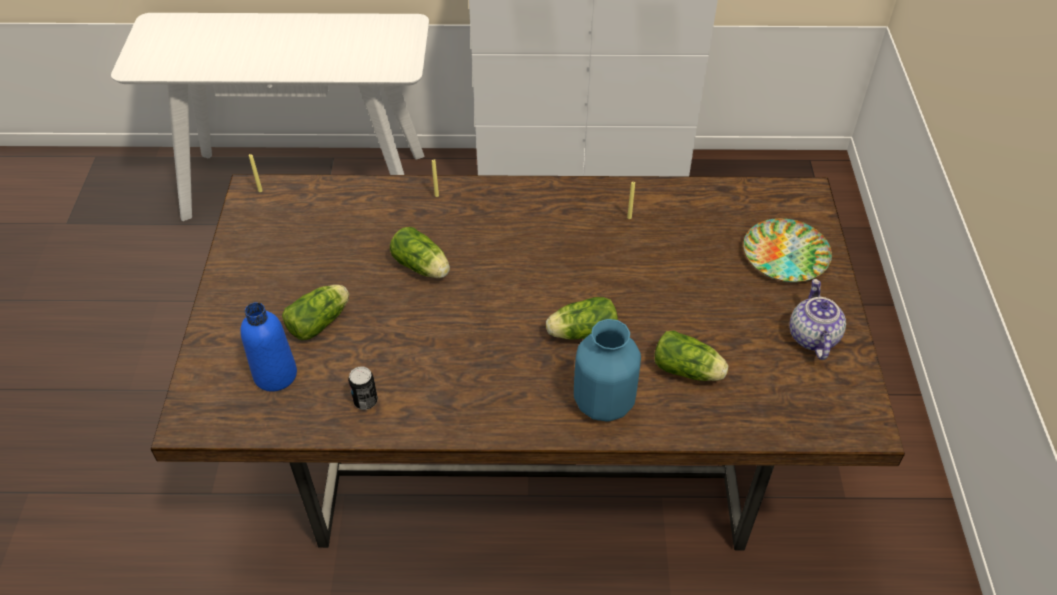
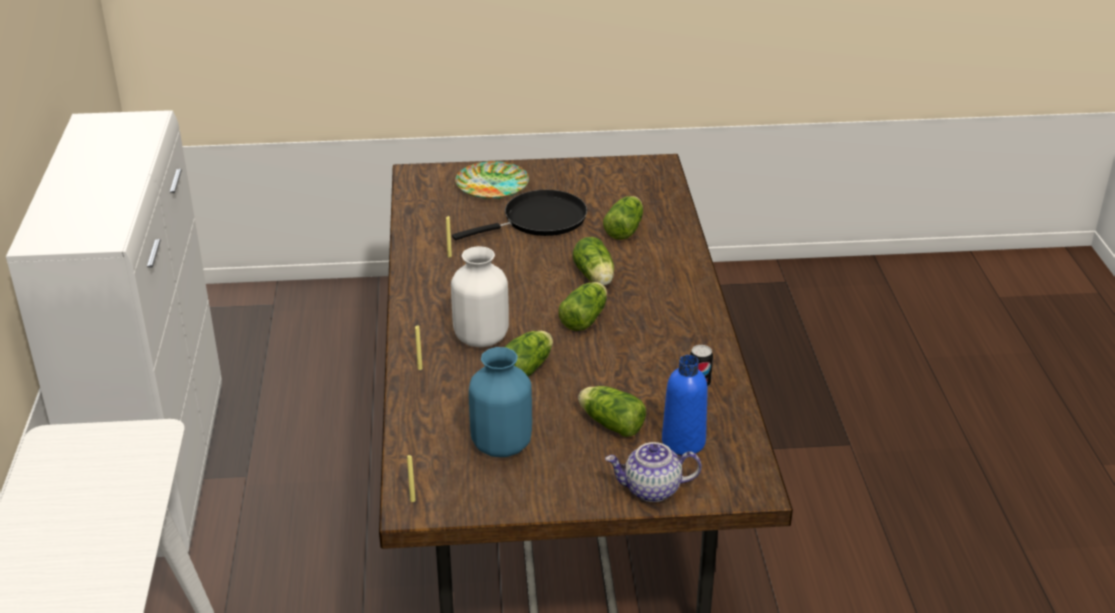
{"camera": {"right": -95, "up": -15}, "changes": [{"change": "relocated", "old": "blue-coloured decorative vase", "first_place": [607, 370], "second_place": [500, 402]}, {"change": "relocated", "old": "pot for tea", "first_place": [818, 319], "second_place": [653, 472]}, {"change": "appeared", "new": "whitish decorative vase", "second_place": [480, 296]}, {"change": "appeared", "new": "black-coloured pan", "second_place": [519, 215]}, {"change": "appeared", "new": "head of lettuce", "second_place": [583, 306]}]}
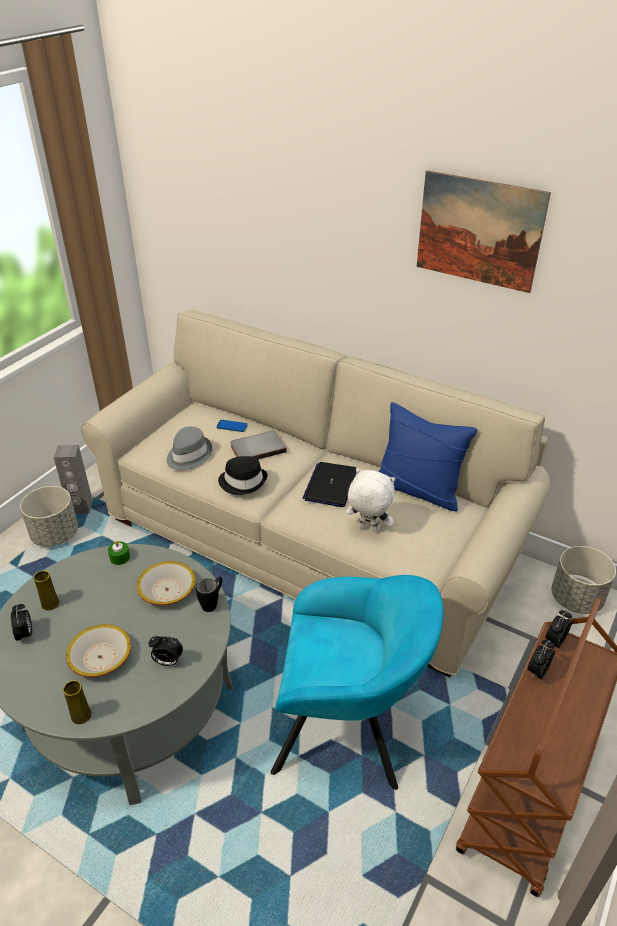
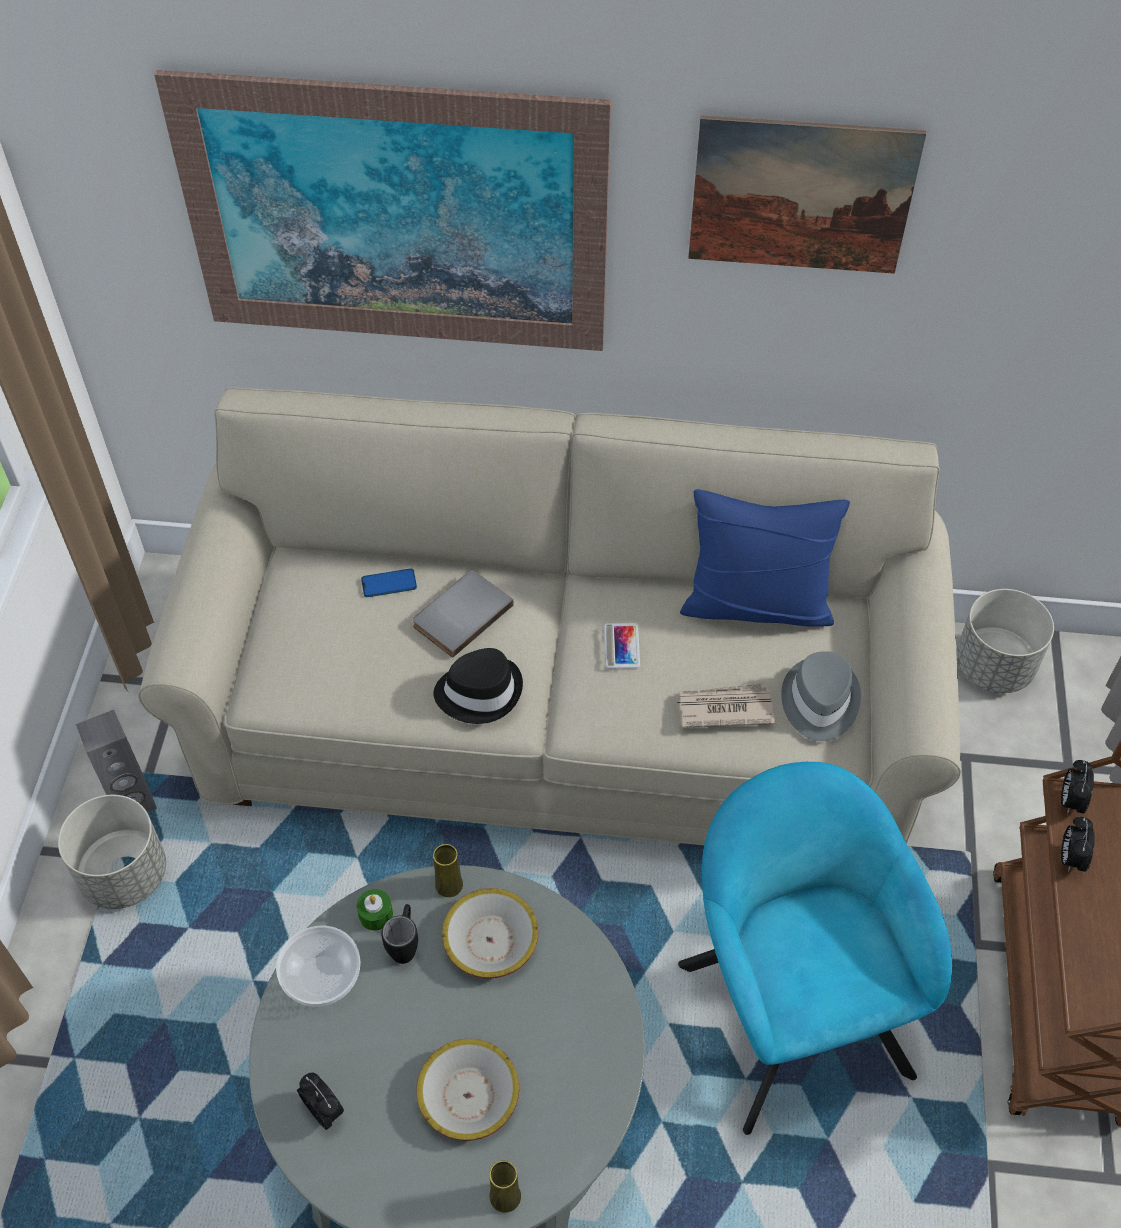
{"camera": {"right": -25, "up": 15}, "changes": [{"change": "relocated", "old": "yellow-coloured decorative vase", "first_place": [47, 590], "second_place": [448, 870]}, {"change": "missing", "old": "alarm clock", "first_place": [166, 650]}, {"change": "relocated", "old": "gray wearable hat", "first_place": [189, 448], "second_place": [821, 696]}, {"change": "relocated", "old": "black-coloured coffee mug", "first_place": [209, 594], "second_place": [399, 934]}, {"change": "spun", "old": "blue-green easy chair", "first_place": [357, 682], "second_place": [815, 948], "degrees": -90}, {"change": "exchanged", "old": "portable computer", "new": "telephone", "first_place": [330, 484], "second_place": [622, 646]}, {"change": "exchanged", "old": "whitish plush toy", "new": "daily paper", "first_place": [370, 500], "second_place": [725, 705]}, {"change": "appeared", "new": "picture", "second_place": [382, 210]}, {"change": "appeared", "new": "serving bowl", "second_place": [318, 966]}]}
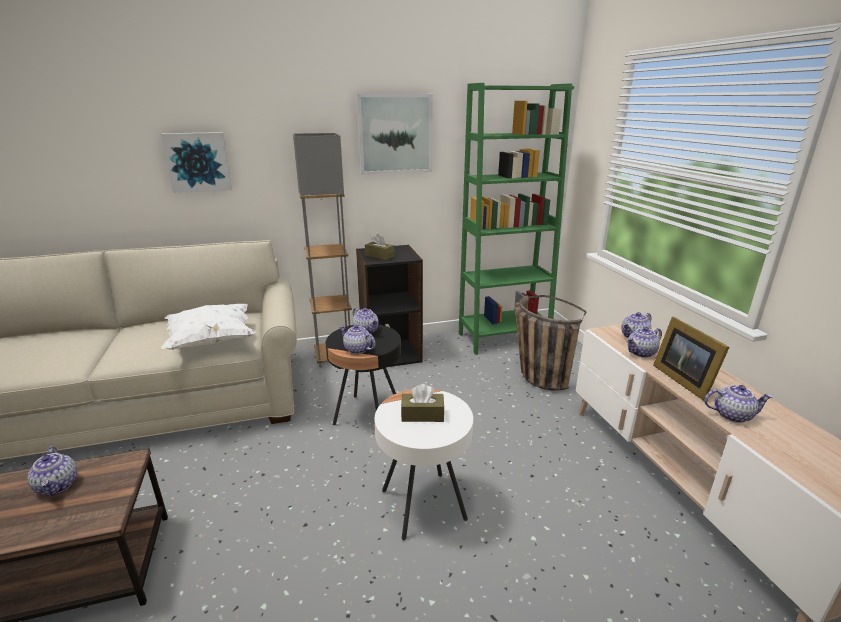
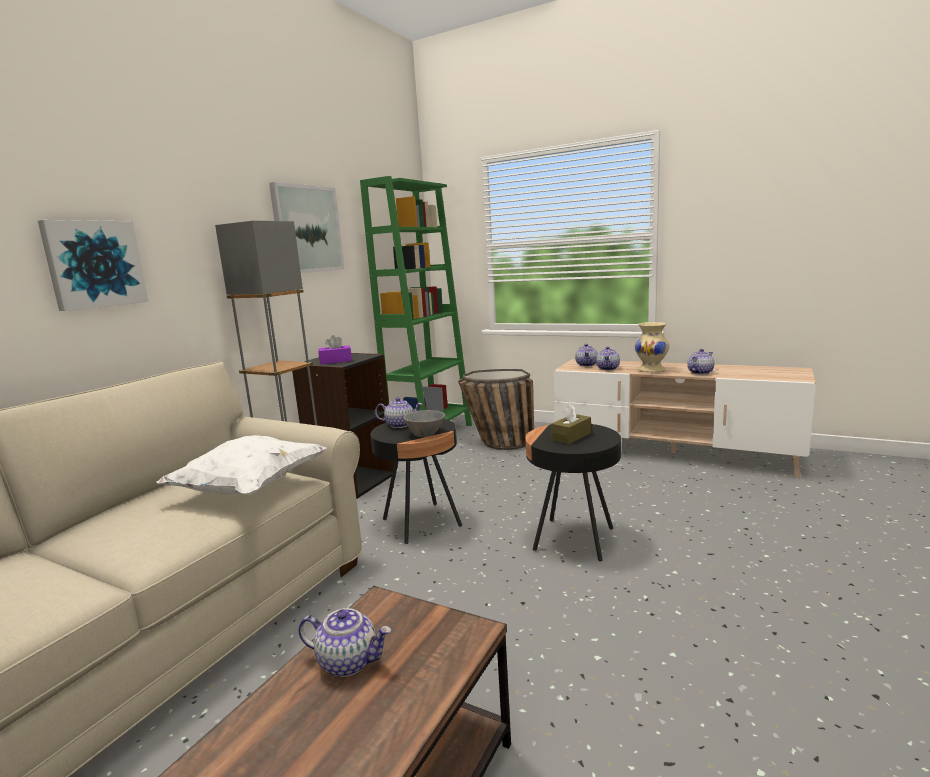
{"camera": {"right": -45, "up": -10}, "changes": [{"change": "exchanged", "old": "pot for tea", "new": "gray serving bowl", "first_place": [357, 339], "second_place": [424, 423]}, {"change": "colour", "old": "brownish tissue holder", "new": "purple-coloured tissue holder", "first_place": [380, 247], "second_place": [335, 349]}, {"change": "colour", "old": "whitish end table", "new": "black-coloured end table", "first_place": [423, 464], "second_place": [573, 492]}, {"change": "exchanged", "old": "picture frame", "new": "beige-coloured decorative vase", "first_place": [691, 359], "second_place": [652, 347]}]}
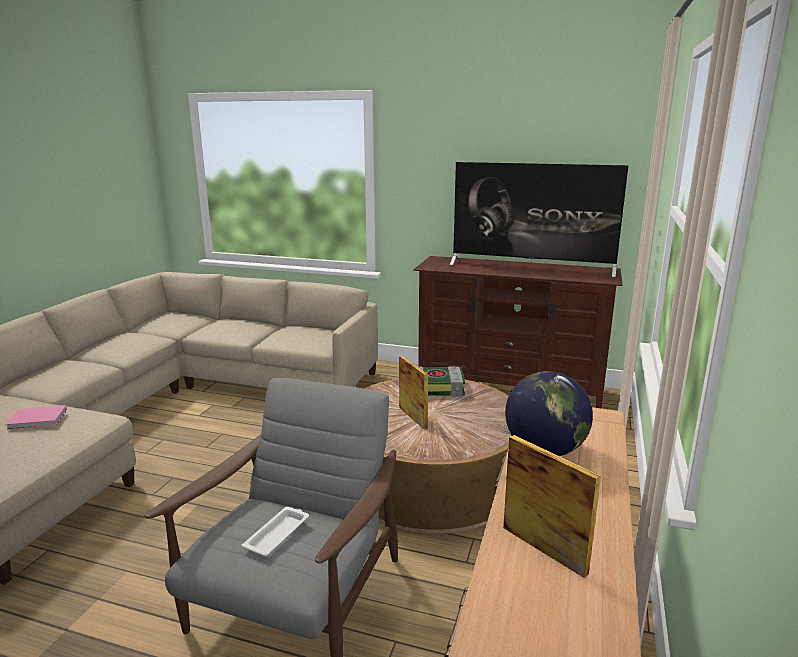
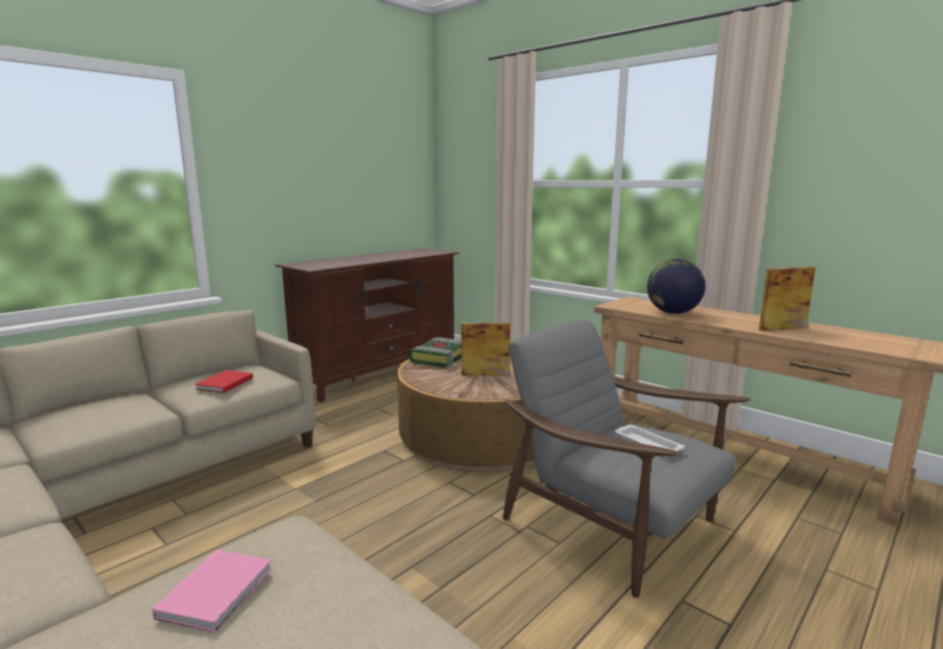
{"camera": {"right": -65, "up": -5}, "changes": [{"change": "missing", "old": "TV set", "first_place": [539, 219]}, {"change": "appeared", "new": "red bound book", "second_place": [224, 381]}]}
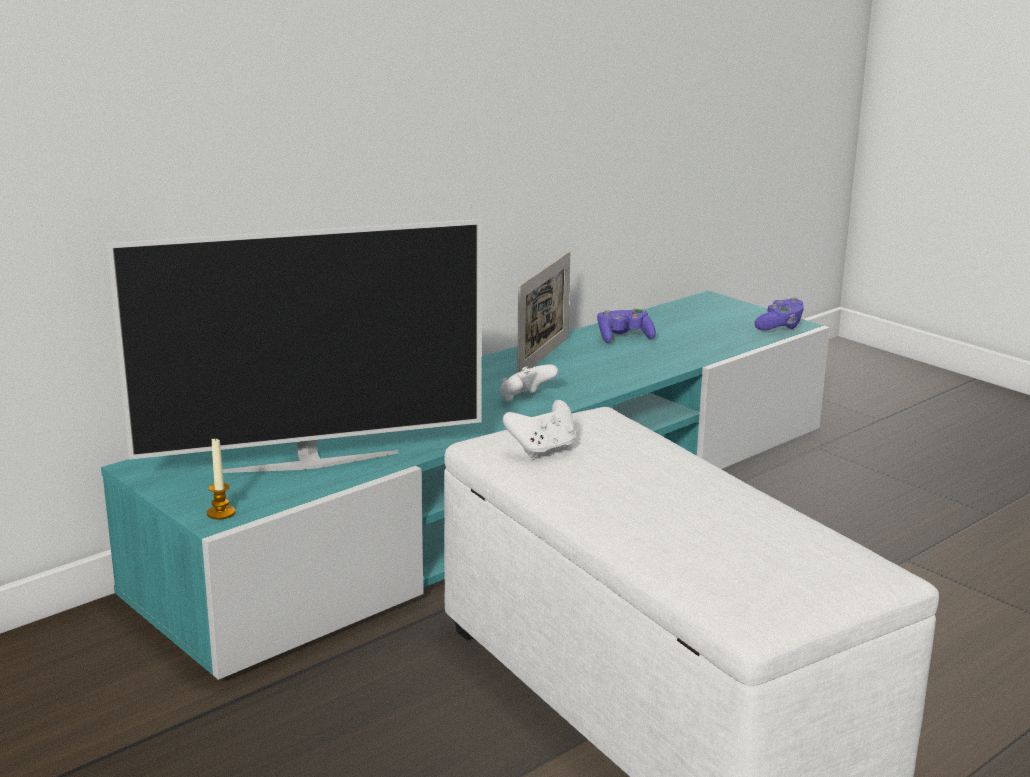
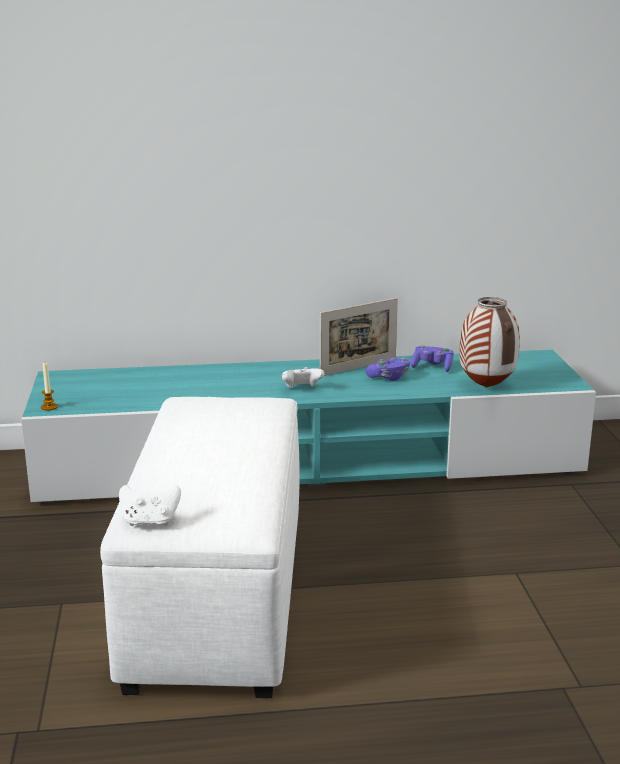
{"camera": {"right": 35, "up": 0}, "changes": [{"change": "missing", "old": "TV set", "first_place": [294, 346]}, {"change": "relocated", "old": "whitish joypad", "first_place": [539, 429], "second_place": [150, 505]}, {"change": "relocated", "old": "purple-coloured joypad", "first_place": [779, 314], "second_place": [388, 369]}, {"change": "appeared", "new": "decorative vase", "second_place": [489, 342]}]}
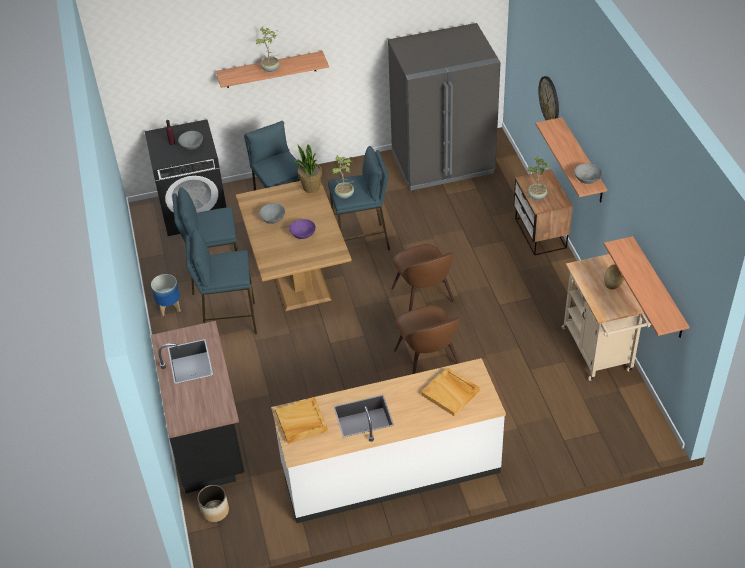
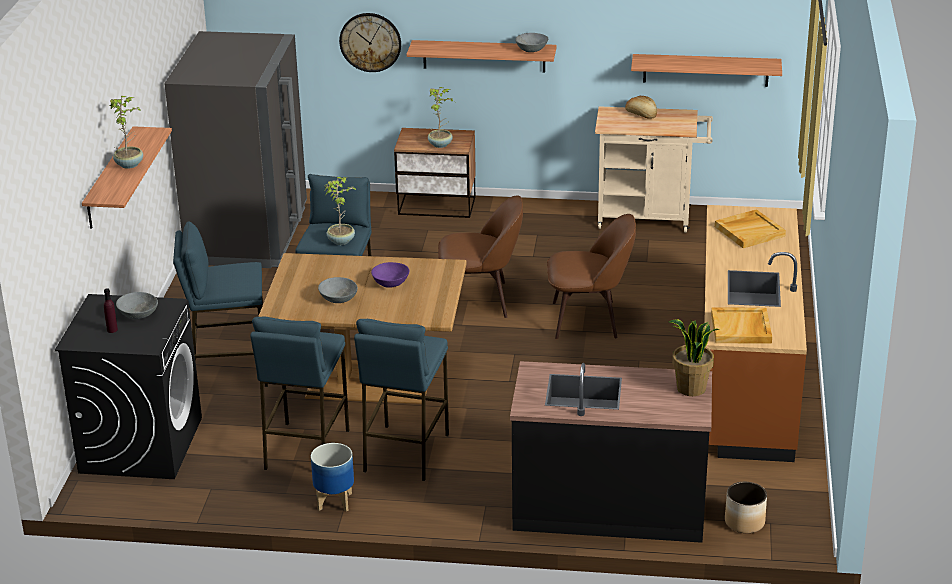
{"camera": {"right": -70, "up": -15}, "changes": [{"change": "colour", "old": "whitish kitchen counter", "new": "brownish kitchen counter", "first_place": [388, 440], "second_place": [755, 333]}, {"change": "relocated", "old": "potted plant", "first_place": [307, 169], "second_place": [694, 357]}]}
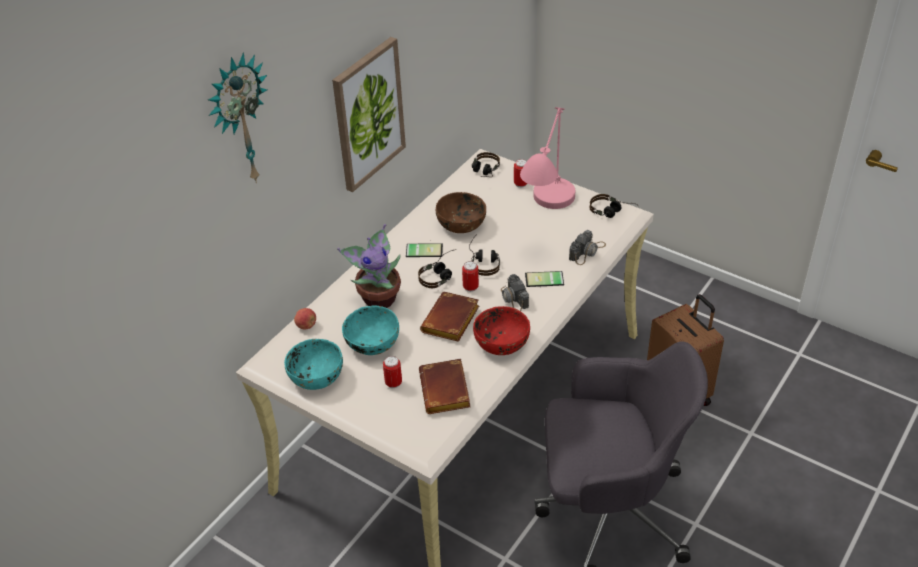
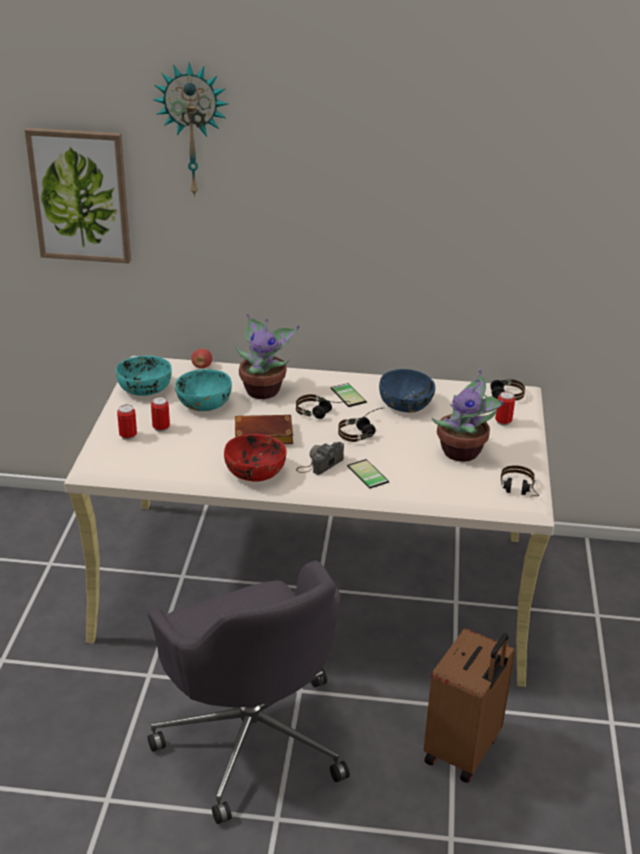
{"camera": {"right": 60, "up": -10}, "changes": [{"change": "relocated", "old": "picture", "first_place": [369, 114], "second_place": [78, 196]}, {"change": "missing", "old": "brownish bound book", "first_place": [445, 386]}, {"change": "colour", "old": "brownish serving bowl", "new": "blue-coloured serving bowl", "first_place": [461, 212], "second_place": [407, 391]}, {"change": "relocated", "old": "can", "first_place": [470, 276], "second_place": [127, 422]}, {"change": "exchanged", "old": "pink-coloured lamp for a table", "new": "potted plant", "first_place": [547, 158], "second_place": [468, 415]}, {"change": "missing", "old": "photo camera", "first_place": [587, 247]}]}
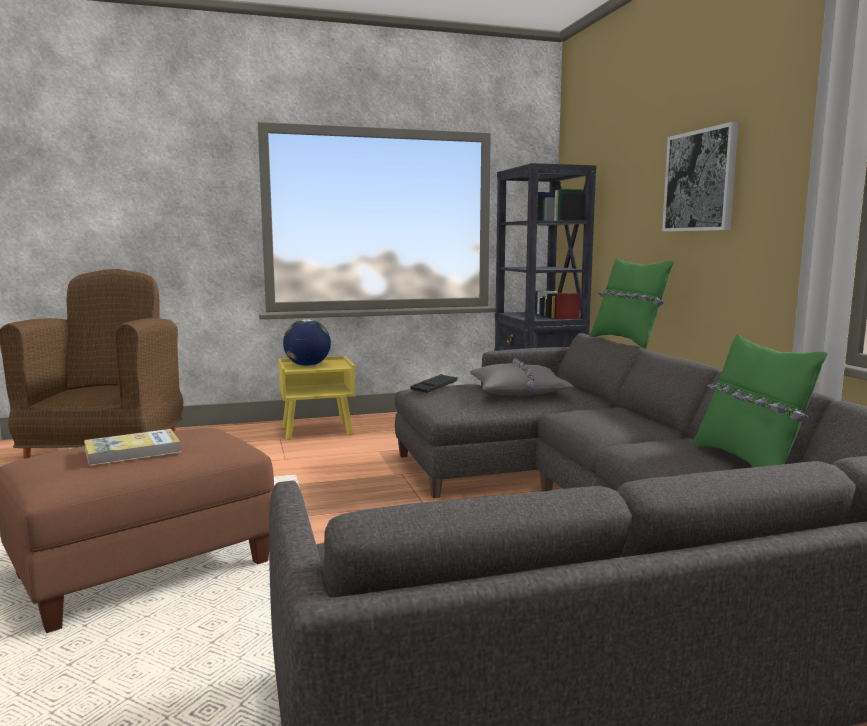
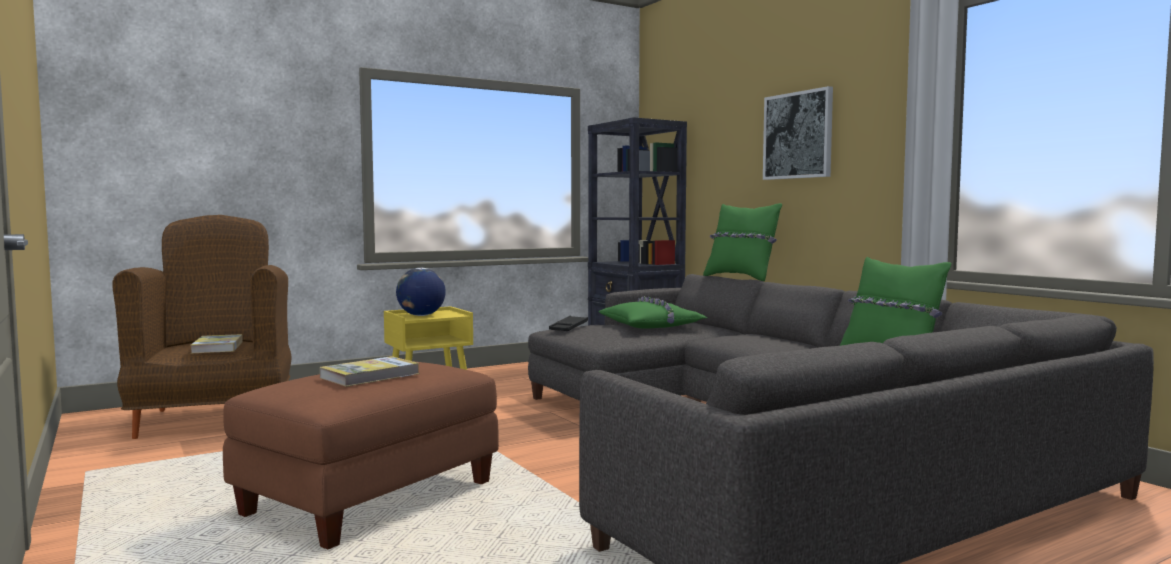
{"camera": {"right": -15, "up": -5}, "changes": [{"change": "colour", "old": "gray throw pillow", "new": "green-coloured throw pillow", "first_place": [522, 376], "second_place": [653, 313]}, {"change": "appeared", "new": "bound book", "second_place": [216, 343]}]}
